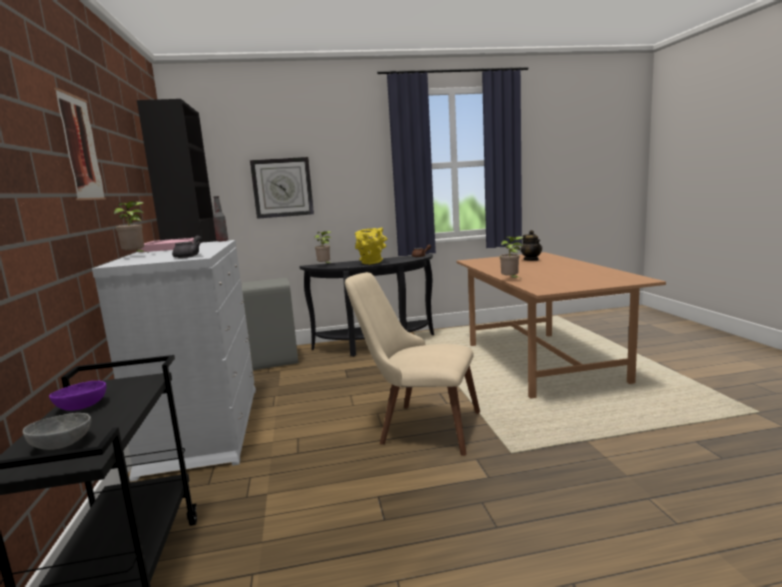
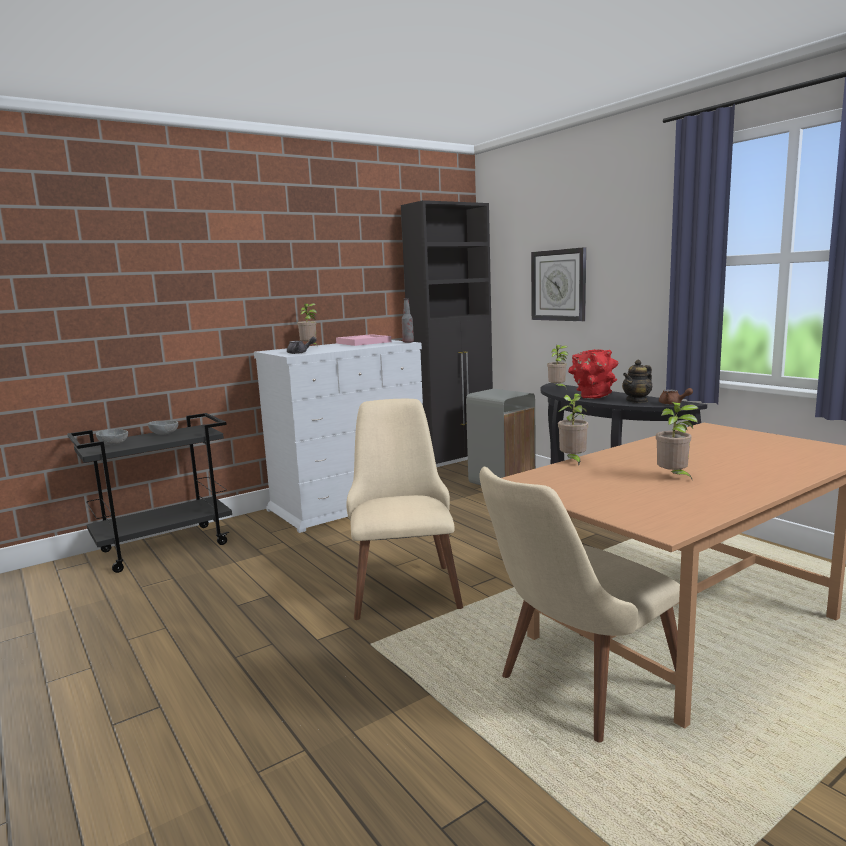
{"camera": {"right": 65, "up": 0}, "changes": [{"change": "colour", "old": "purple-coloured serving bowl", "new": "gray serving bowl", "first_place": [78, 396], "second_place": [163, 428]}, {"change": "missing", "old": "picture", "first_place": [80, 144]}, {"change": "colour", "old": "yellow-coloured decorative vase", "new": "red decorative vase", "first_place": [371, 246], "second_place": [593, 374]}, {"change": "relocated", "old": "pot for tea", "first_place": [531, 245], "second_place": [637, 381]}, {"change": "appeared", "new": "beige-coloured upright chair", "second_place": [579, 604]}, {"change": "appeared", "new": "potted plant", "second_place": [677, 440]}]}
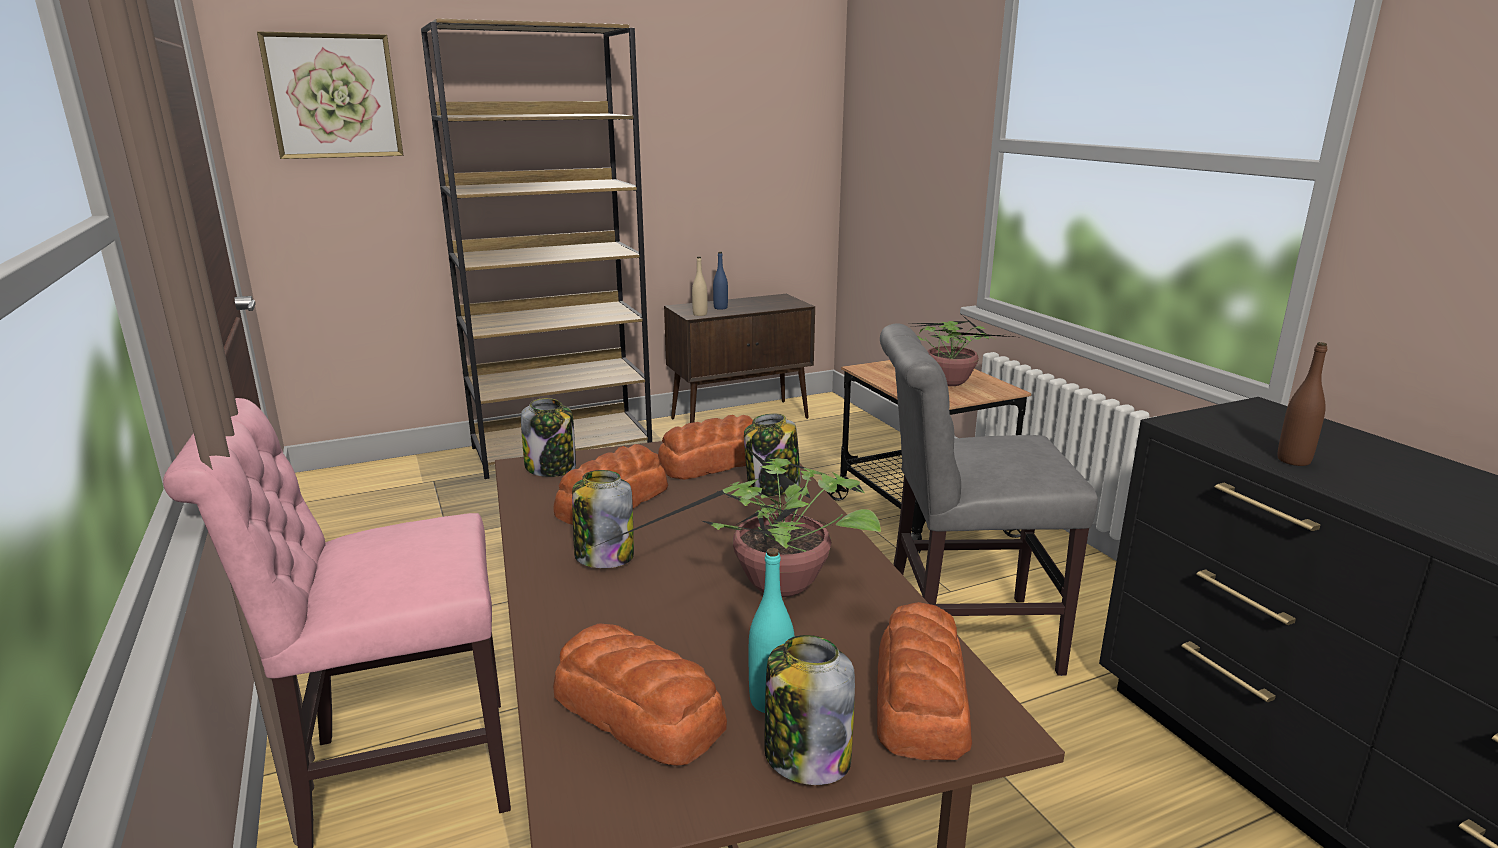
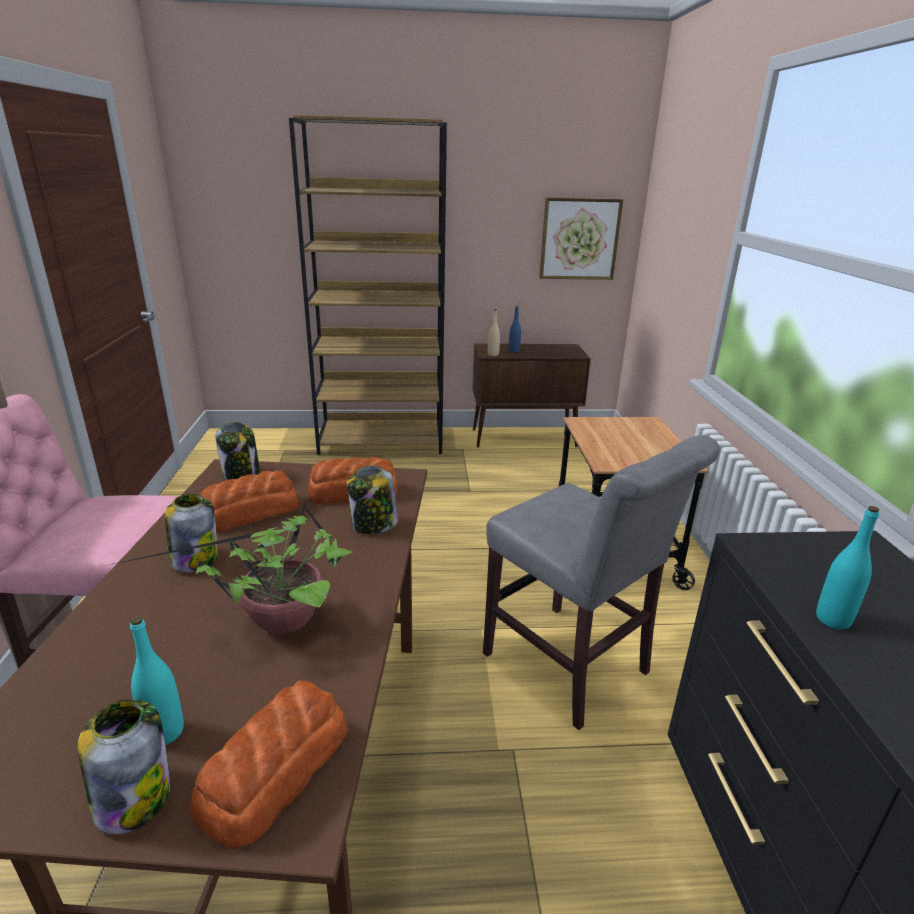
{"camera": {"right": 20, "up": 5}, "changes": [{"change": "relocated", "old": "picture", "first_place": [330, 95], "second_place": [581, 239]}, {"change": "missing", "old": "bakery bread", "first_place": [640, 694]}, {"change": "spun", "old": "gray upright chair", "first_place": [989, 499], "second_place": [601, 582], "degrees": -150}, {"change": "missing", "old": "potted plant", "first_place": [962, 350]}, {"change": "colour", "old": "brownish drink bottle", "new": "blue-green drink bottle", "first_place": [1302, 404], "second_place": [847, 568]}]}
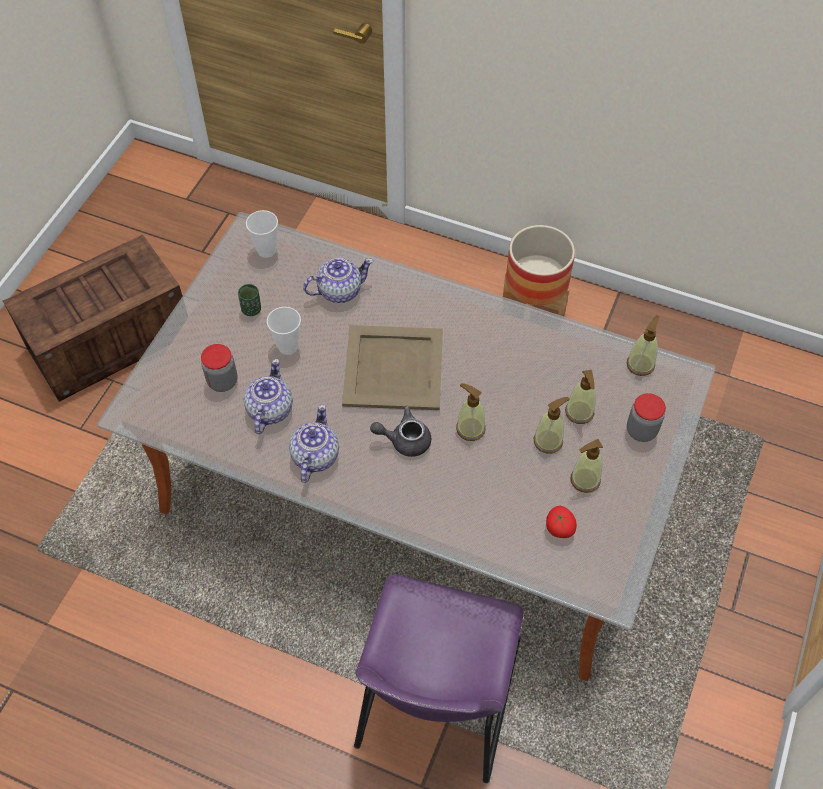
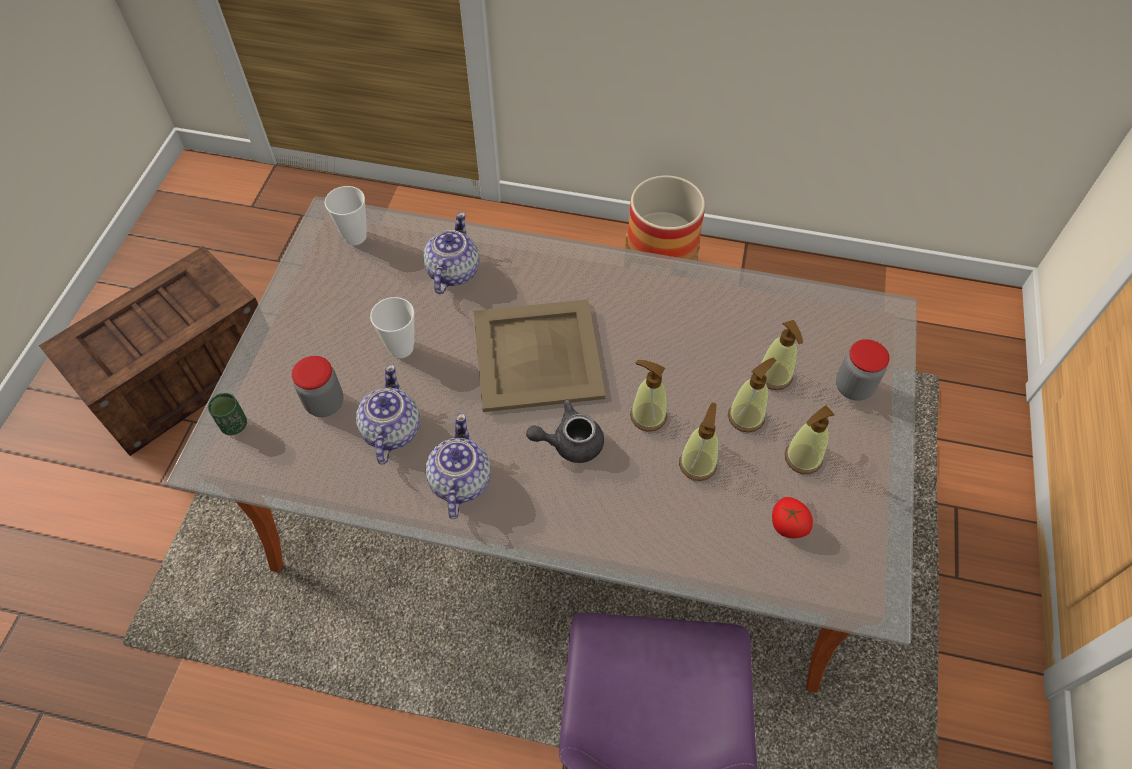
{"camera": {"right": -10, "up": 0}, "changes": [{"change": "relocated", "old": "green-coloured drinking cup", "first_place": [249, 300], "second_place": [227, 414]}, {"change": "spun", "old": "pot for tea", "first_place": [338, 280], "second_place": [451, 253], "degrees": -45}, {"change": "relocated", "old": "liquid soap bottle", "first_place": [643, 345], "second_place": [699, 441]}]}
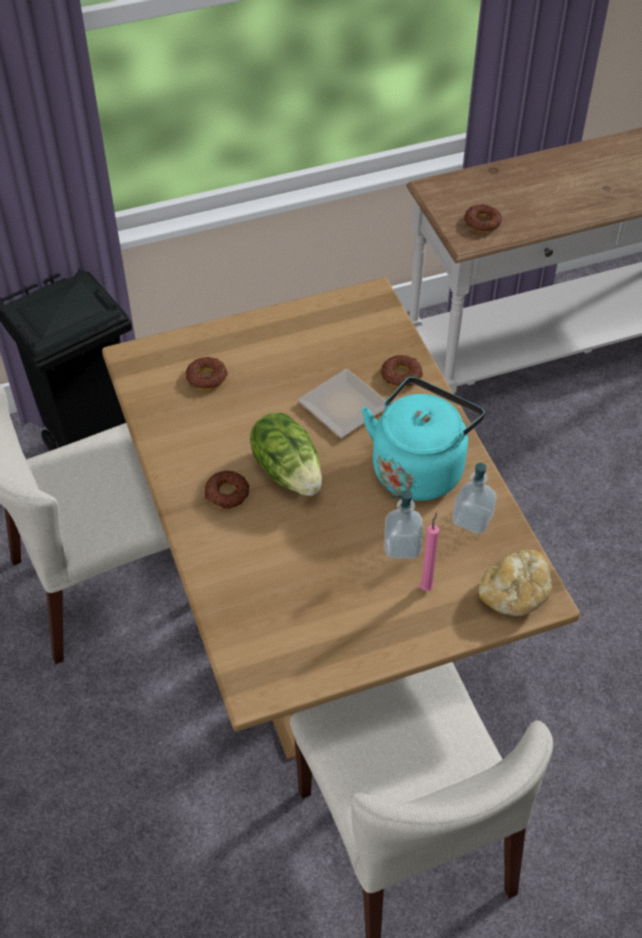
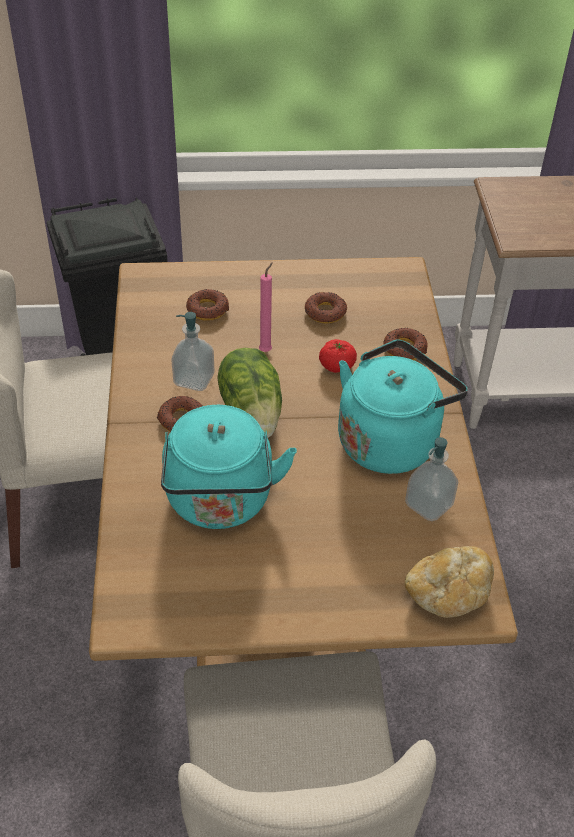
{"camera": {"right": 15, "up": -5}, "changes": [{"change": "exchanged", "old": "flat dish", "new": "tomato", "first_place": [343, 403], "second_place": [338, 356]}, {"change": "relocated", "old": "liquid soap bottle", "first_place": [403, 524], "second_place": [193, 351]}, {"change": "relocated", "old": "pink-coloured wax candle", "first_place": [429, 552], "second_place": [266, 307]}, {"change": "relocated", "old": "doughnut", "first_place": [483, 218], "second_place": [326, 307]}, {"change": "appeared", "new": "blue-green tea kettle", "second_place": [229, 467]}]}
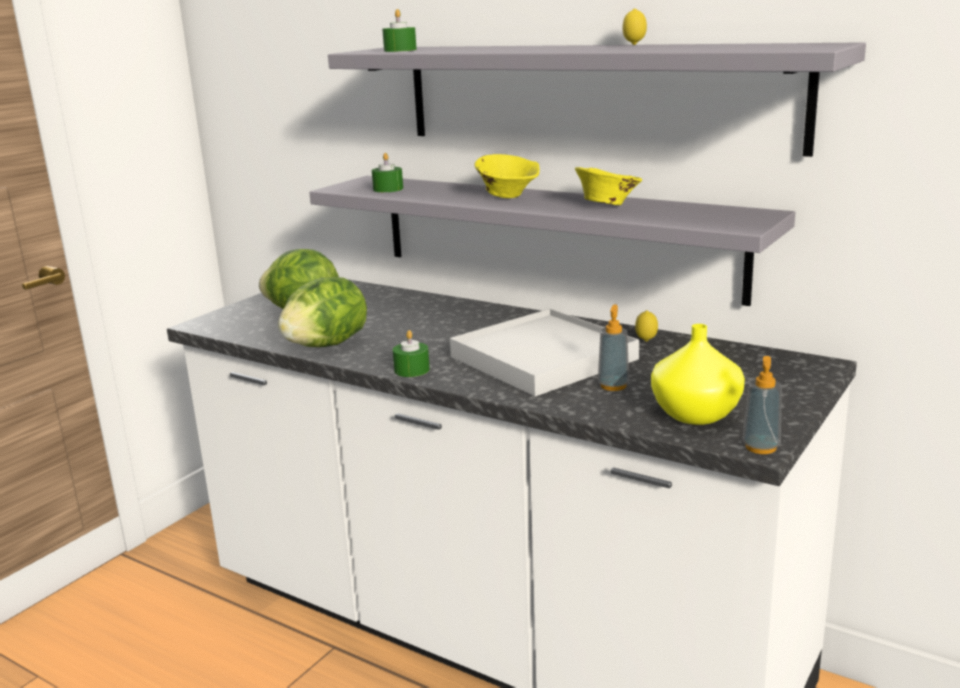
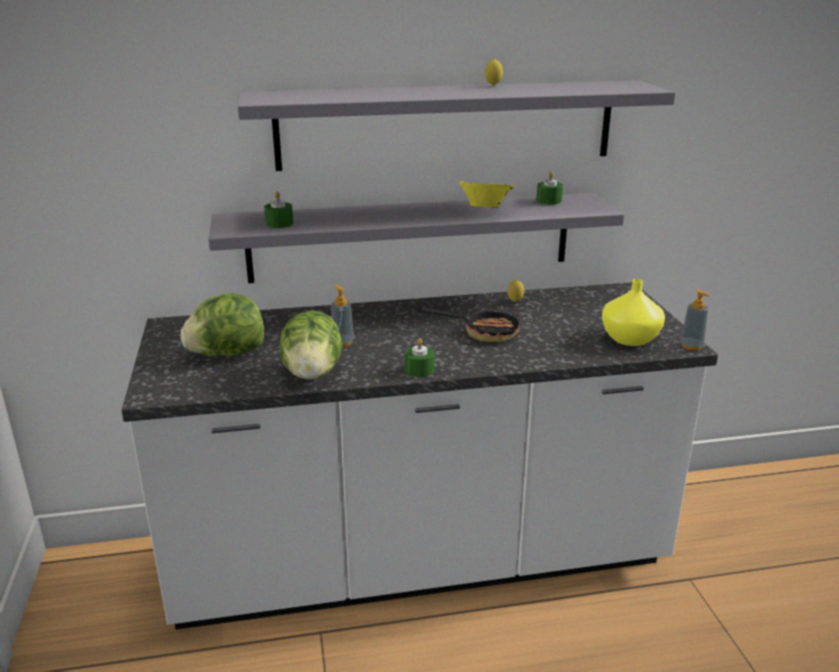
{"camera": {"right": -45, "up": 5}, "changes": [{"change": "relocated", "old": "green-coloured wax candle", "first_place": [399, 30], "second_place": [549, 188]}, {"change": "exchanged", "old": "whitish tray", "new": "pan", "first_place": [544, 352], "second_place": [468, 324]}, {"change": "missing", "old": "yellow-coloured serving bowl", "first_place": [506, 176]}, {"change": "relocated", "old": "liquid soap bottle", "first_place": [613, 348], "second_place": [342, 315]}]}
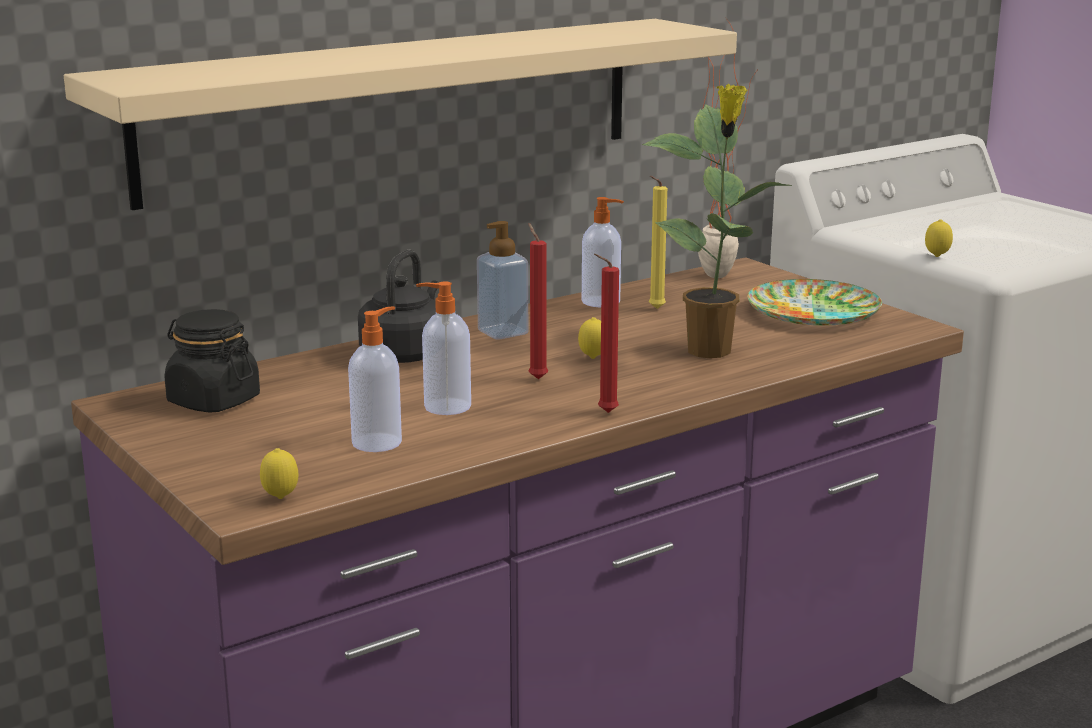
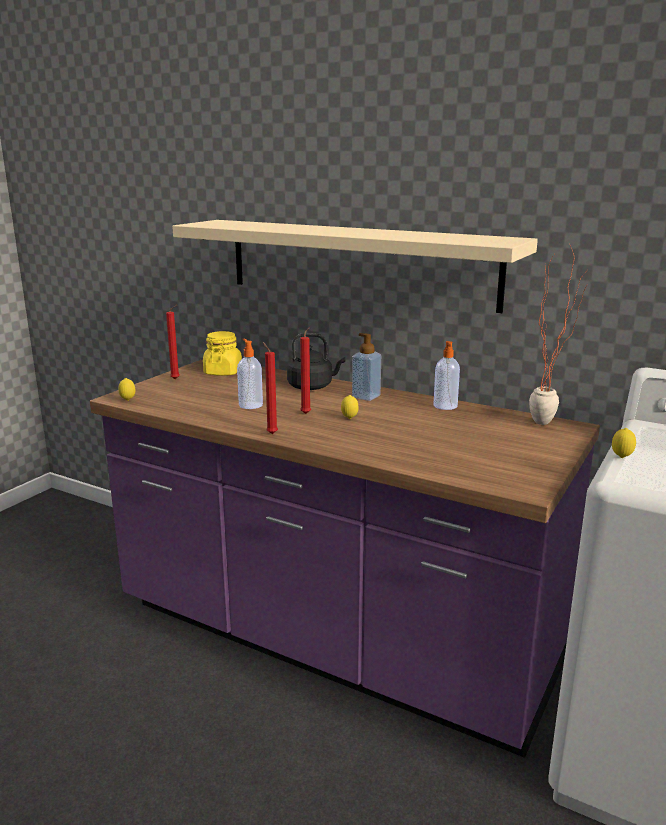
{"camera": {"right": 65, "up": 0}, "changes": [{"change": "colour", "old": "black-coloured jar", "new": "yellow-coloured jar", "first_place": [212, 361], "second_place": [222, 353]}, {"change": "missing", "old": "liquid soap bottle", "first_place": [375, 379]}, {"change": "missing", "old": "potted plant", "first_place": [717, 221]}, {"change": "missing", "old": "yellow-coloured wax candle", "first_place": [658, 242]}, {"change": "missing", "old": "flat dish", "first_place": [814, 302]}, {"change": "appeared", "new": "red wax candle", "second_place": [173, 342]}]}
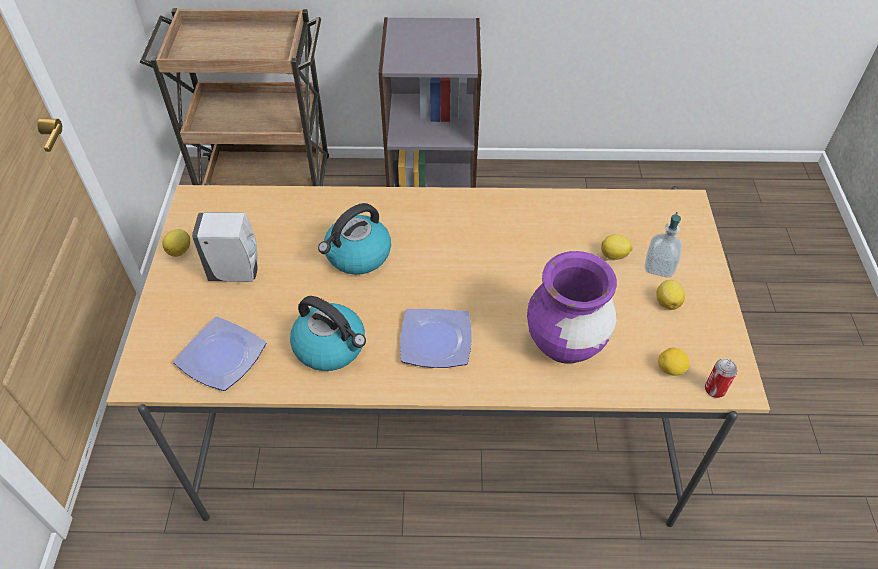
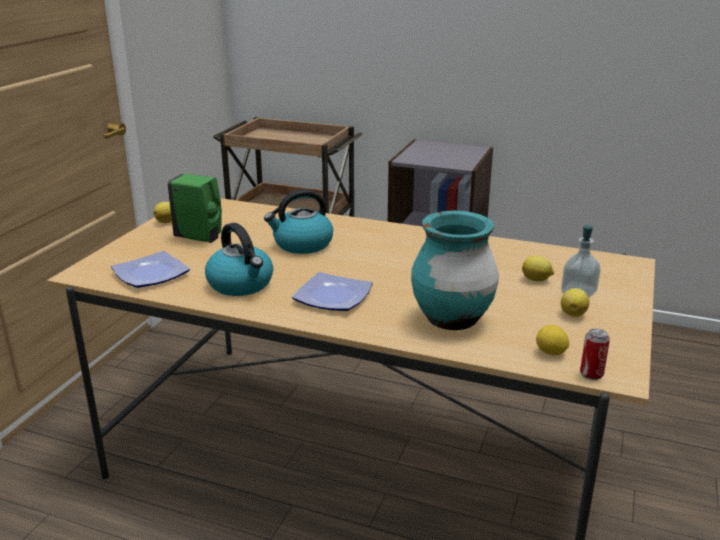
{"camera": {"right": 20, "up": -25}, "changes": [{"change": "colour", "old": "whitish liquid soap bottle", "new": "green-coloured liquid soap bottle", "first_place": [225, 247], "second_place": [194, 208]}, {"change": "colour", "old": "purple-coloured decorative vase", "new": "blue-green decorative vase", "first_place": [572, 307], "second_place": [455, 270]}]}
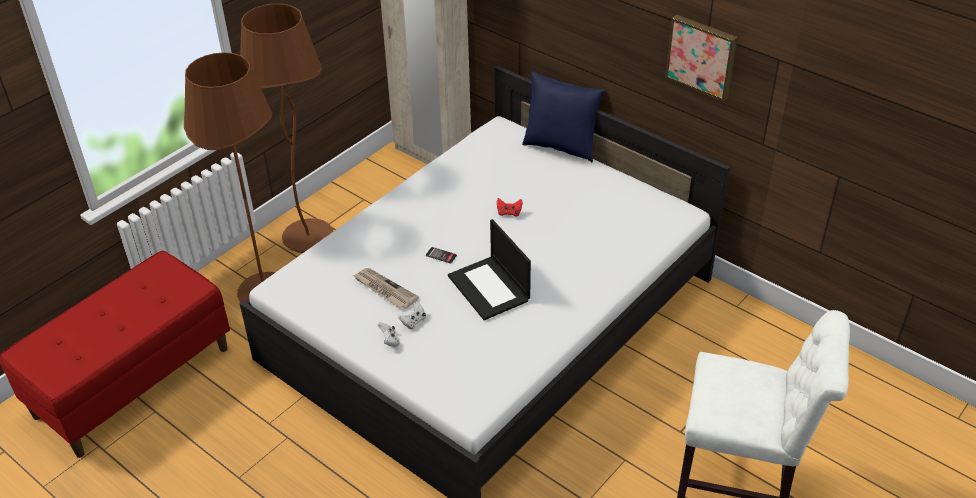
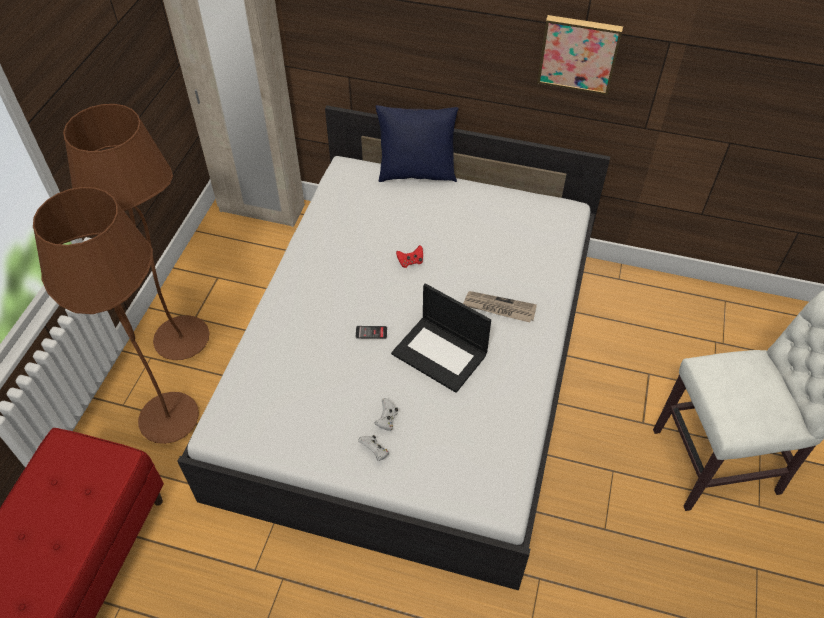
{"camera": {"right": -25, "up": 10}, "changes": [{"change": "relocated", "old": "daily paper", "first_place": [386, 288], "second_place": [500, 306]}]}
